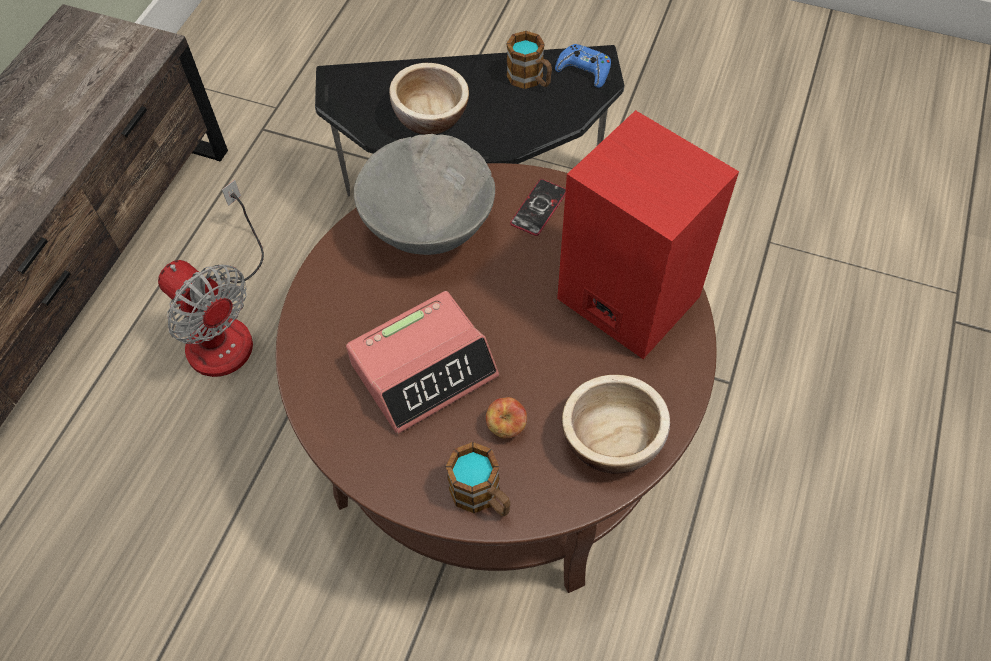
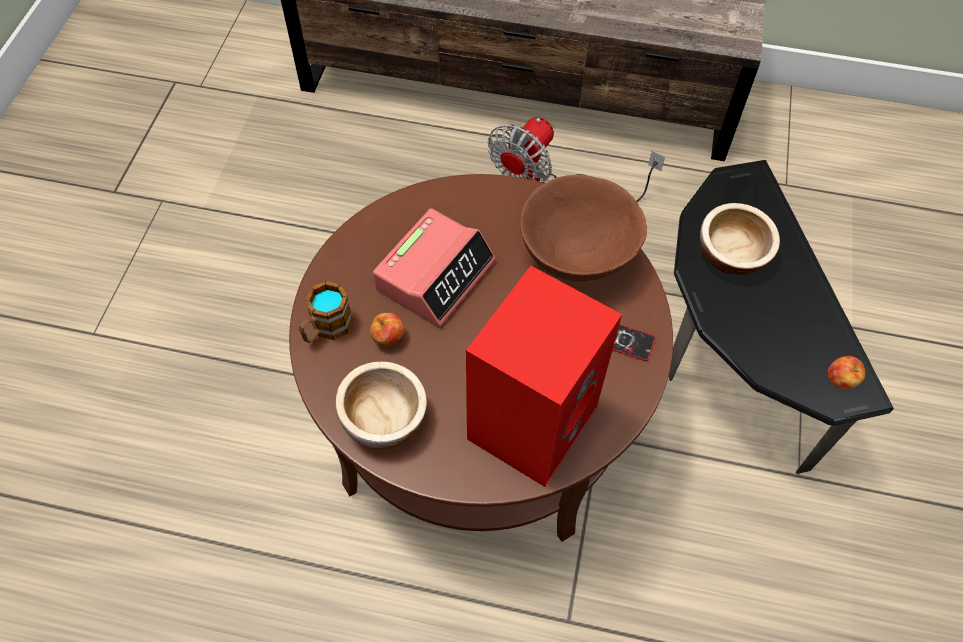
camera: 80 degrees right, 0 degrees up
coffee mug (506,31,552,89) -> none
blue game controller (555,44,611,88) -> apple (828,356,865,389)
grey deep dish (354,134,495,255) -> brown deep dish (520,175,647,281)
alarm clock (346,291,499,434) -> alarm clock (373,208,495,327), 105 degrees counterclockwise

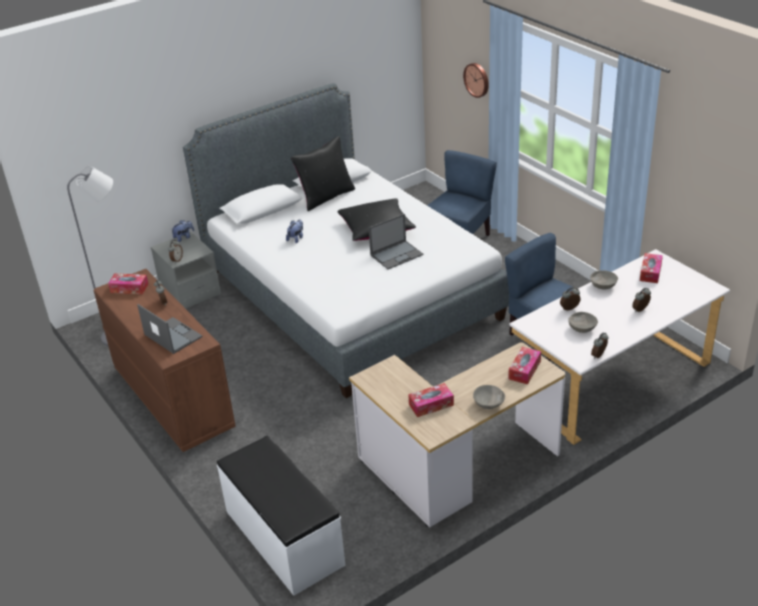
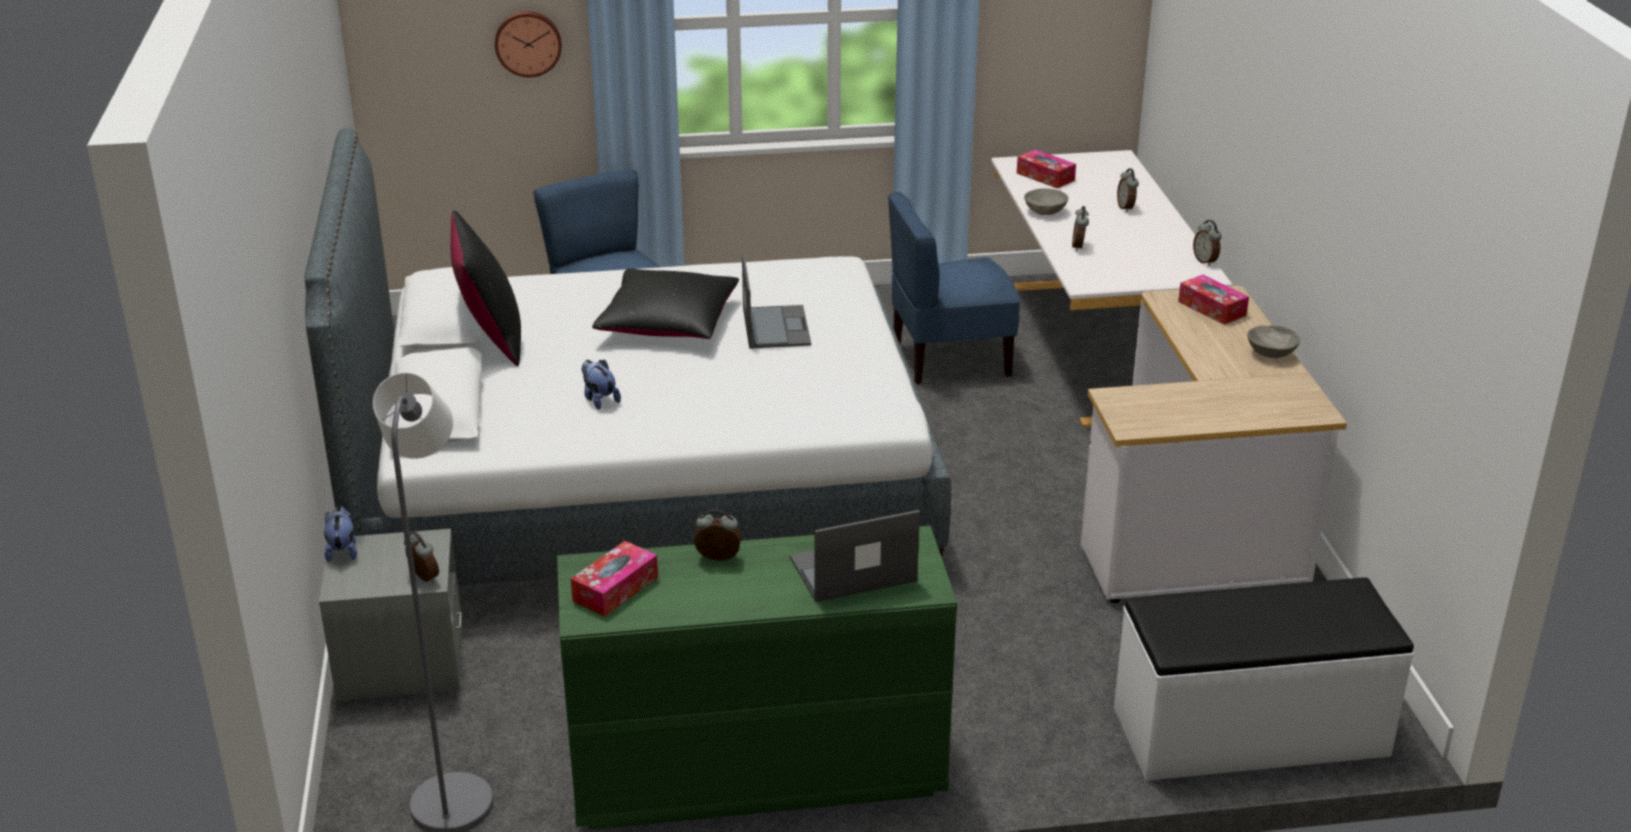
camera: 65 degrees left, 5 degrees down
tissue holder (408,383,454,417) -> none
grey deep dish (568,312,598,333) -> none
brown chest of drawers (93,269,236,452) -> greenish chest of drawers (557,526,957,830)

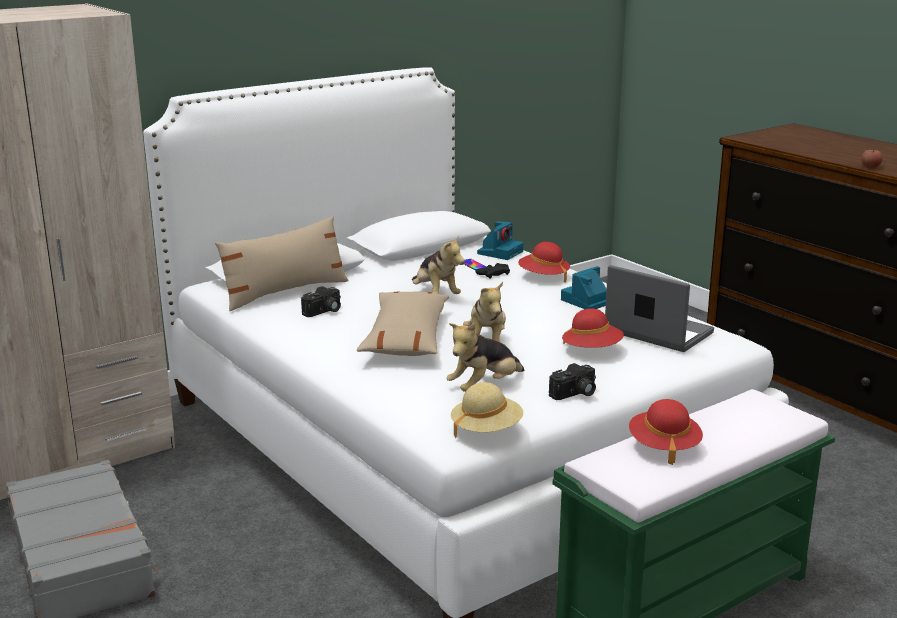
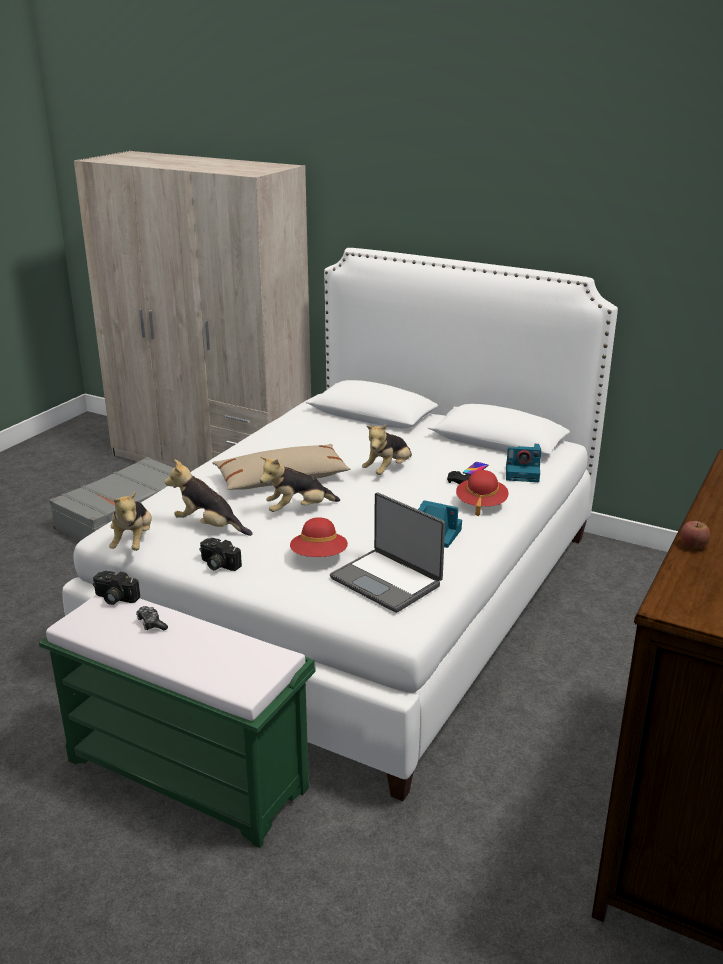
camera: 65 degrees right, 5 degrees up
sand-coloured throw pillow (215,216,349,311) -> none
photo camera (301,286,341,317) -> photo camera (93,571,140,605), moved
sand-coloured clothing hat (451,382,523,438) -> plush toy (109,491,152,551)
reddish clothing hat (629,399,703,465) -> game controller (136,606,168,630)
portable computer (605,265,714,352) -> portable computer (330,493,445,613), 120 degrees clockwise

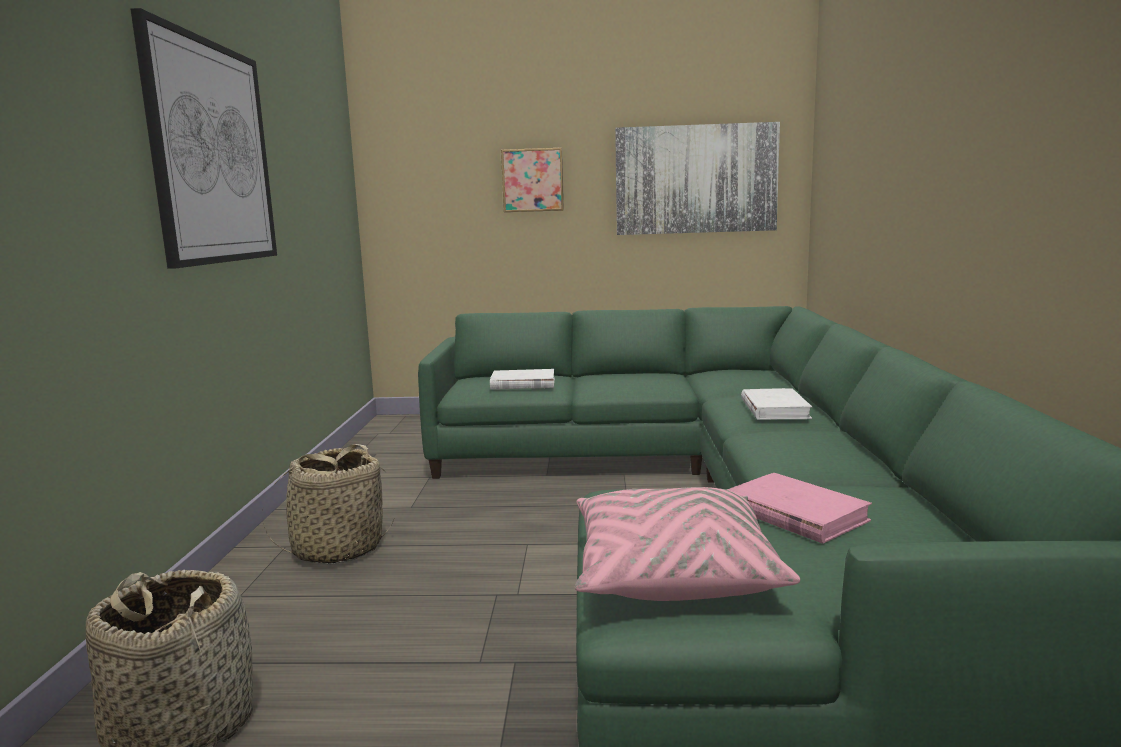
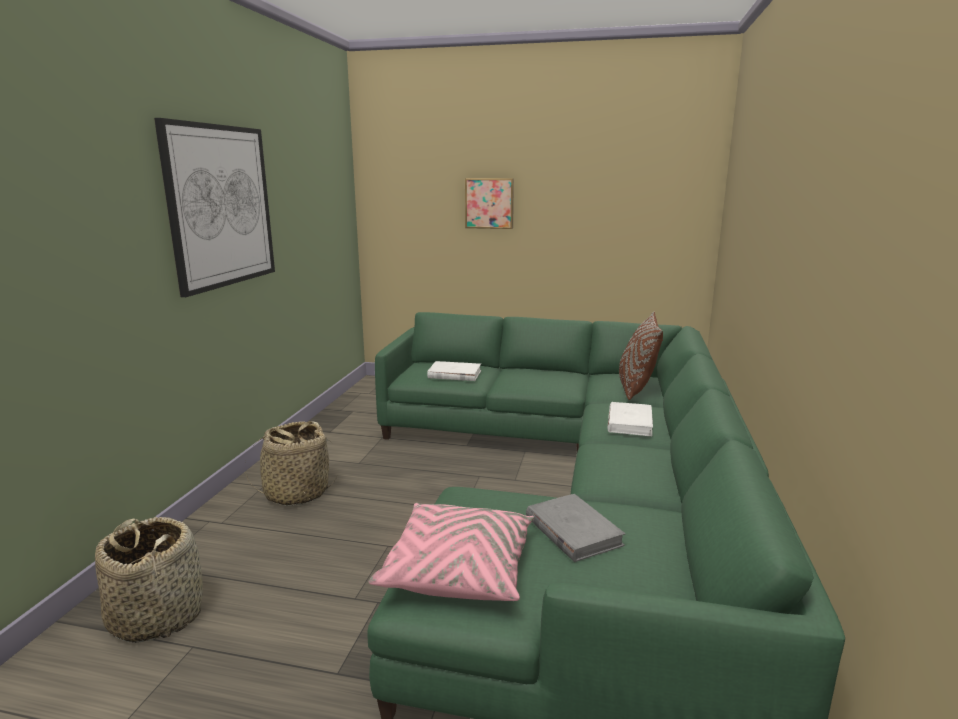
camera: 10 degrees right, 5 degrees up
wall picture (615,122,780,235) -> none
none -> brown throw pillow (619,312,663,400)
pink bound book (727,473,872,544) -> grey bound book (526,494,626,562)

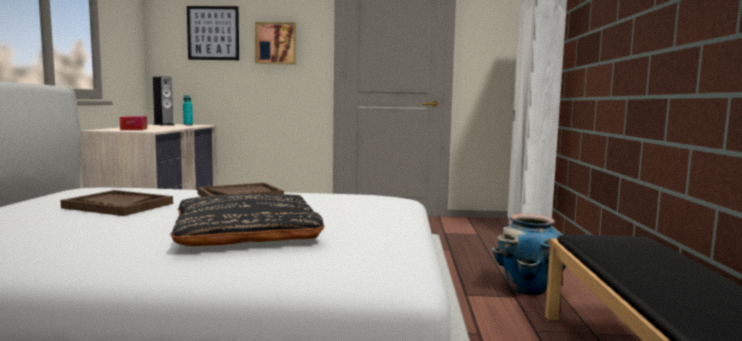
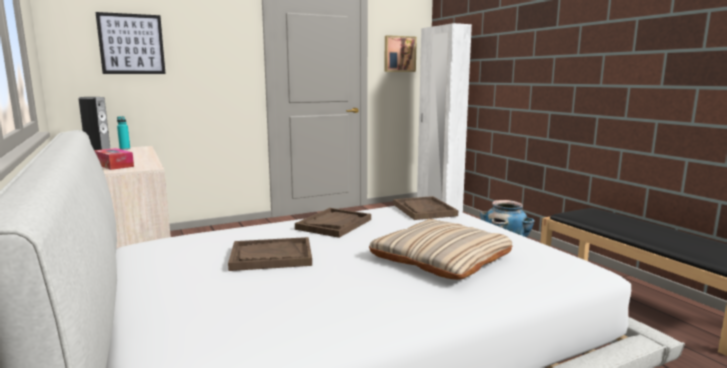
camera: 30 degrees left, 5 degrees up
none -> brown serving tray (393,196,458,220)
wall picture (255,22,296,64) -> wall picture (384,35,417,72), moved
black-coloured throw pillow (170,194,324,246) -> sand-coloured throw pillow (369,219,512,280)

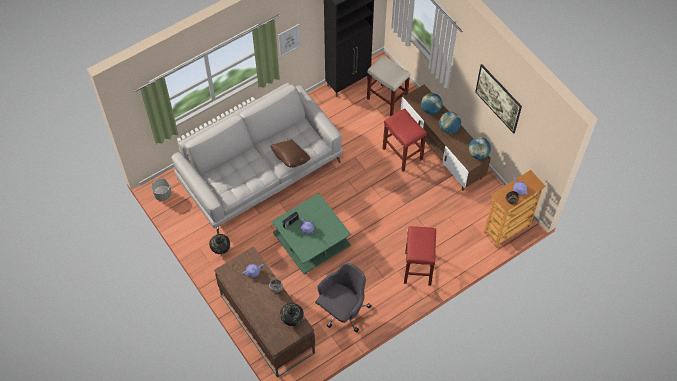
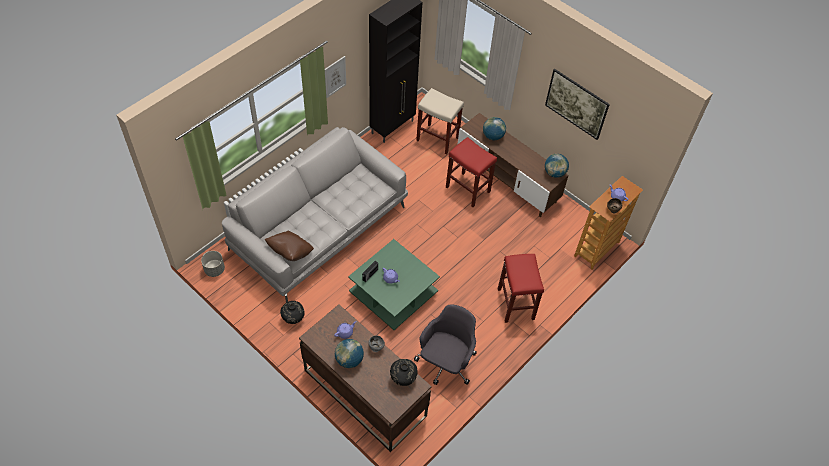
camera: 15 degrees left, 5 degrees down
brown throw pillow (270,140,311,167) -> brown throw pillow (265,231,314,261), moved
world globe (439,112,461,134) -> world globe (335,339,364,368), moved

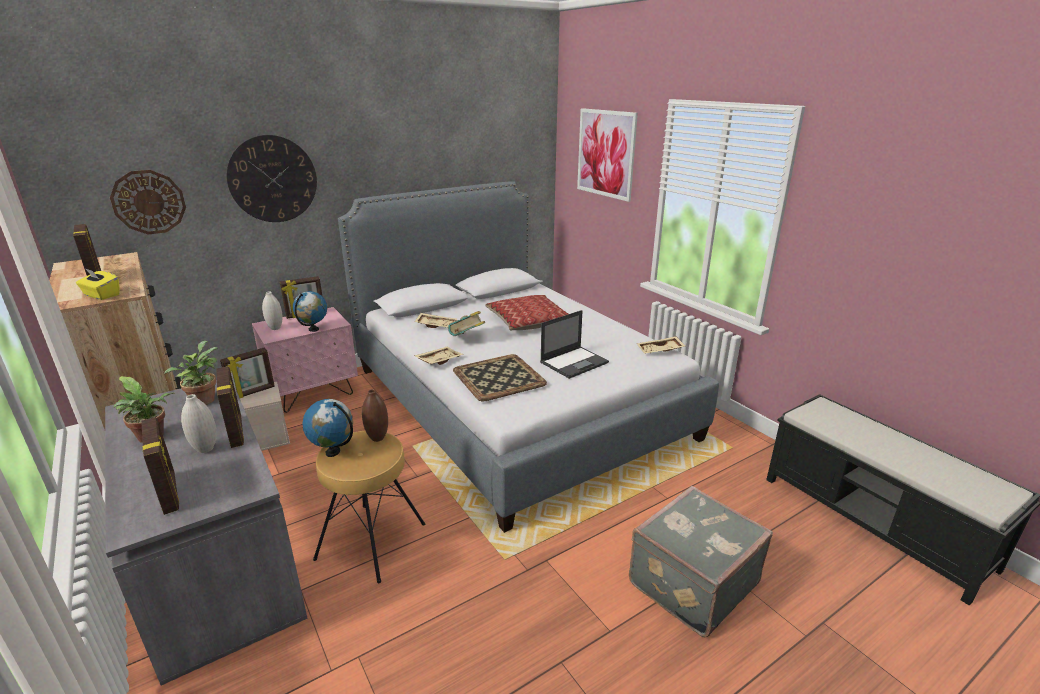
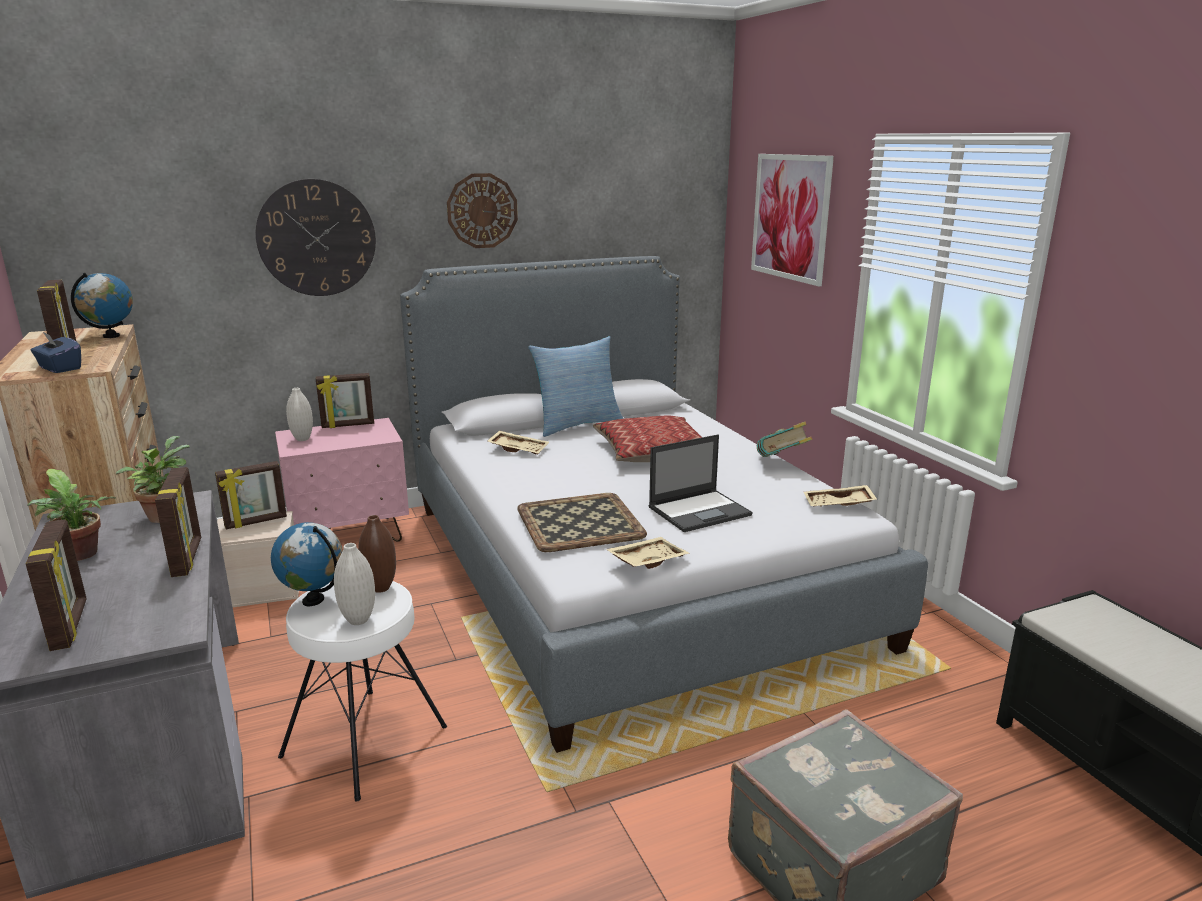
camera: 10 degrees right, 5 degrees down
none -> throw pillow (528,336,624,437)
hanging clock (110,170,186,235) -> hanging clock (447,173,518,248), moved
white vase (181,394,217,453) -> white vase (334,543,375,625), moved
world globe (293,291,327,332) -> world globe (71,273,133,338), moved
sand-coloured serving tray (414,347,464,365) -> sand-coloured serving tray (606,537,690,569), moved
bound book (448,311,485,336) -> bound book (757,422,812,457), moved
yellow tissue holder (76,268,120,300) -> blue tissue holder (30,331,81,373)
brown stool (313,431,425,583) -> white stool (278,581,447,802)

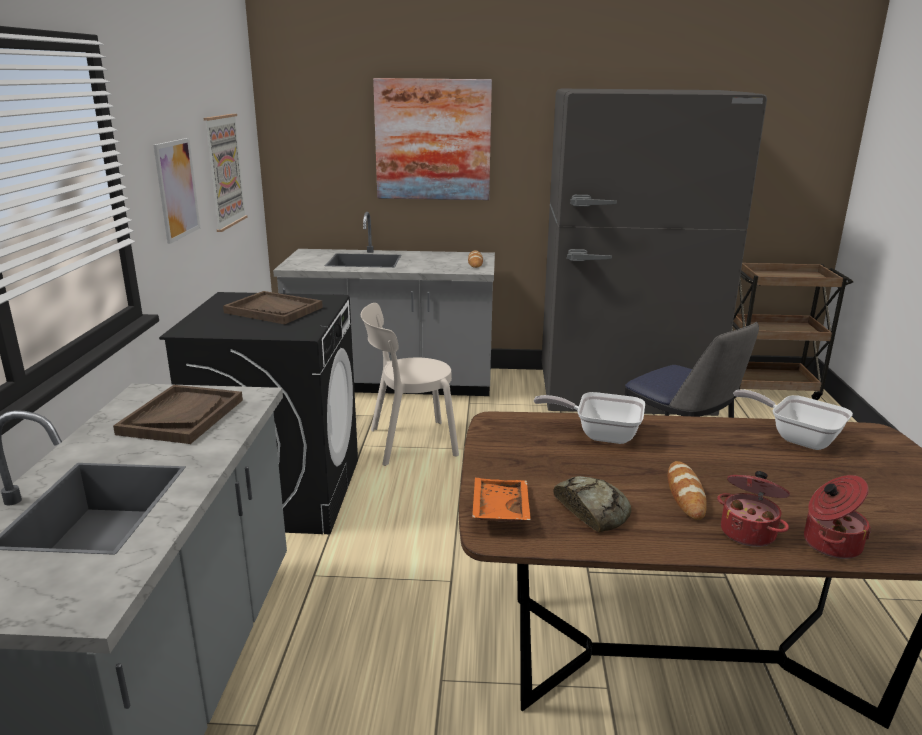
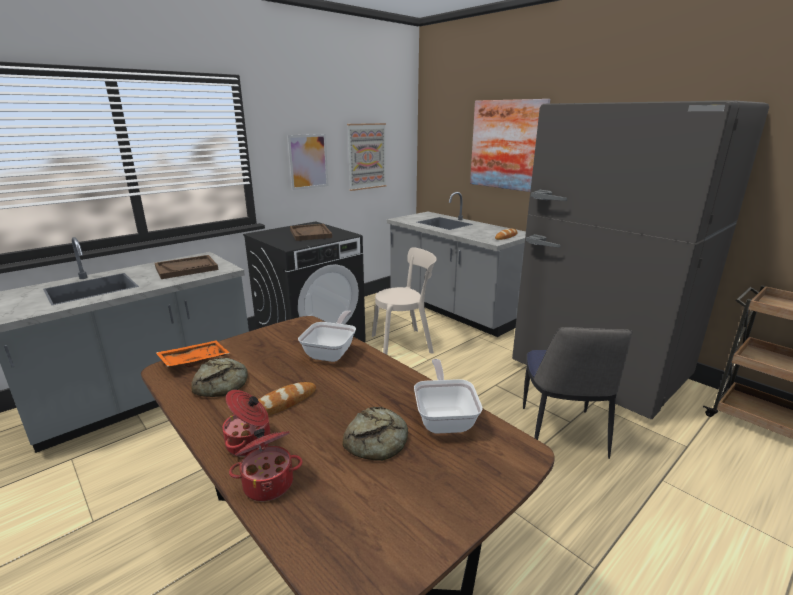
camera: 45 degrees right, 0 degrees up
none -> baked bread (343,407,408,461)
sand-coloured upright chair (361,303,459,466) -> sand-coloured upright chair (372,247,437,355), 135 degrees clockwise
skillet (534,392,645,444) -> skillet (298,310,356,362), 45 degrees clockwise

